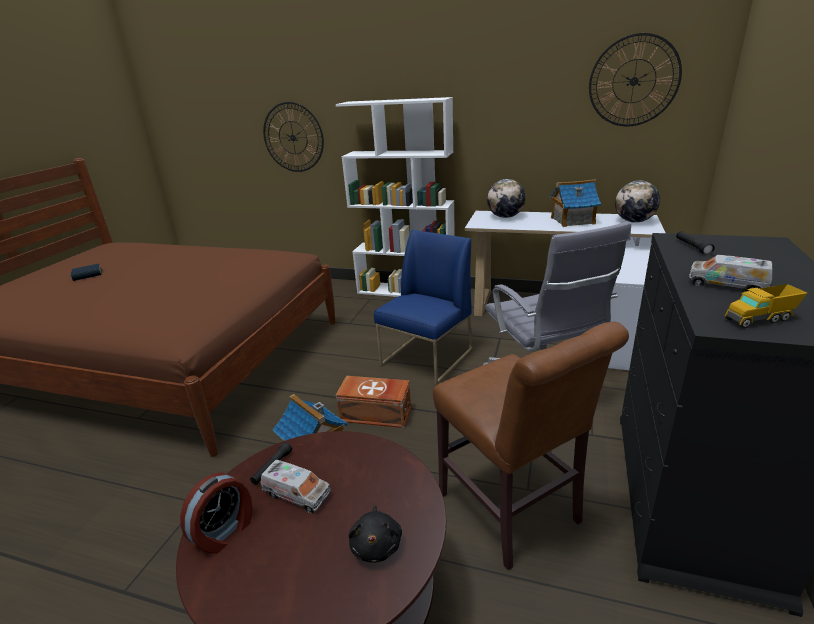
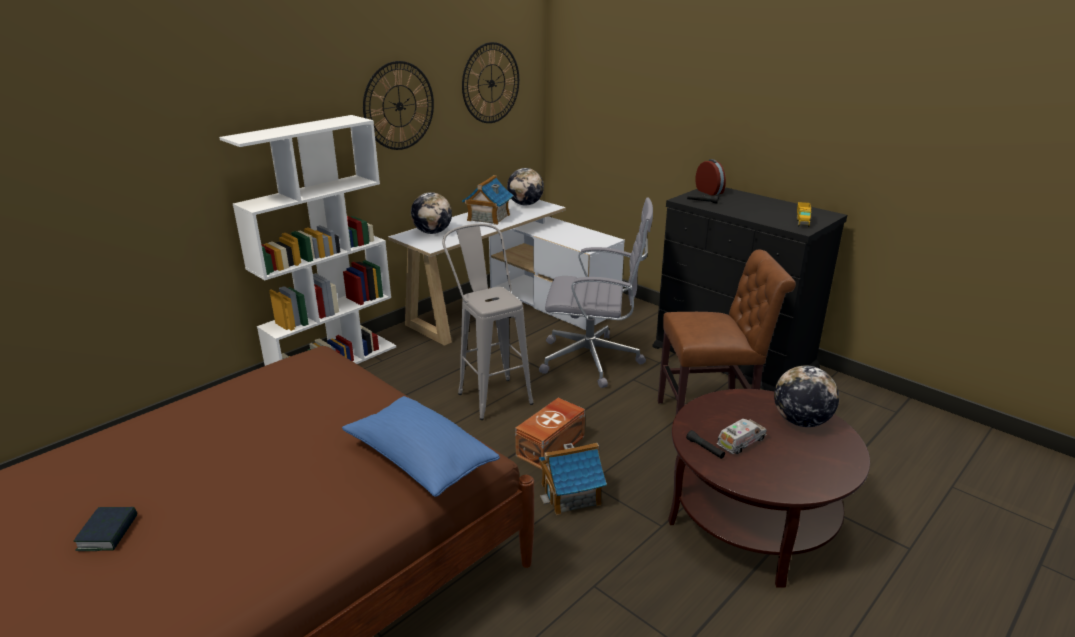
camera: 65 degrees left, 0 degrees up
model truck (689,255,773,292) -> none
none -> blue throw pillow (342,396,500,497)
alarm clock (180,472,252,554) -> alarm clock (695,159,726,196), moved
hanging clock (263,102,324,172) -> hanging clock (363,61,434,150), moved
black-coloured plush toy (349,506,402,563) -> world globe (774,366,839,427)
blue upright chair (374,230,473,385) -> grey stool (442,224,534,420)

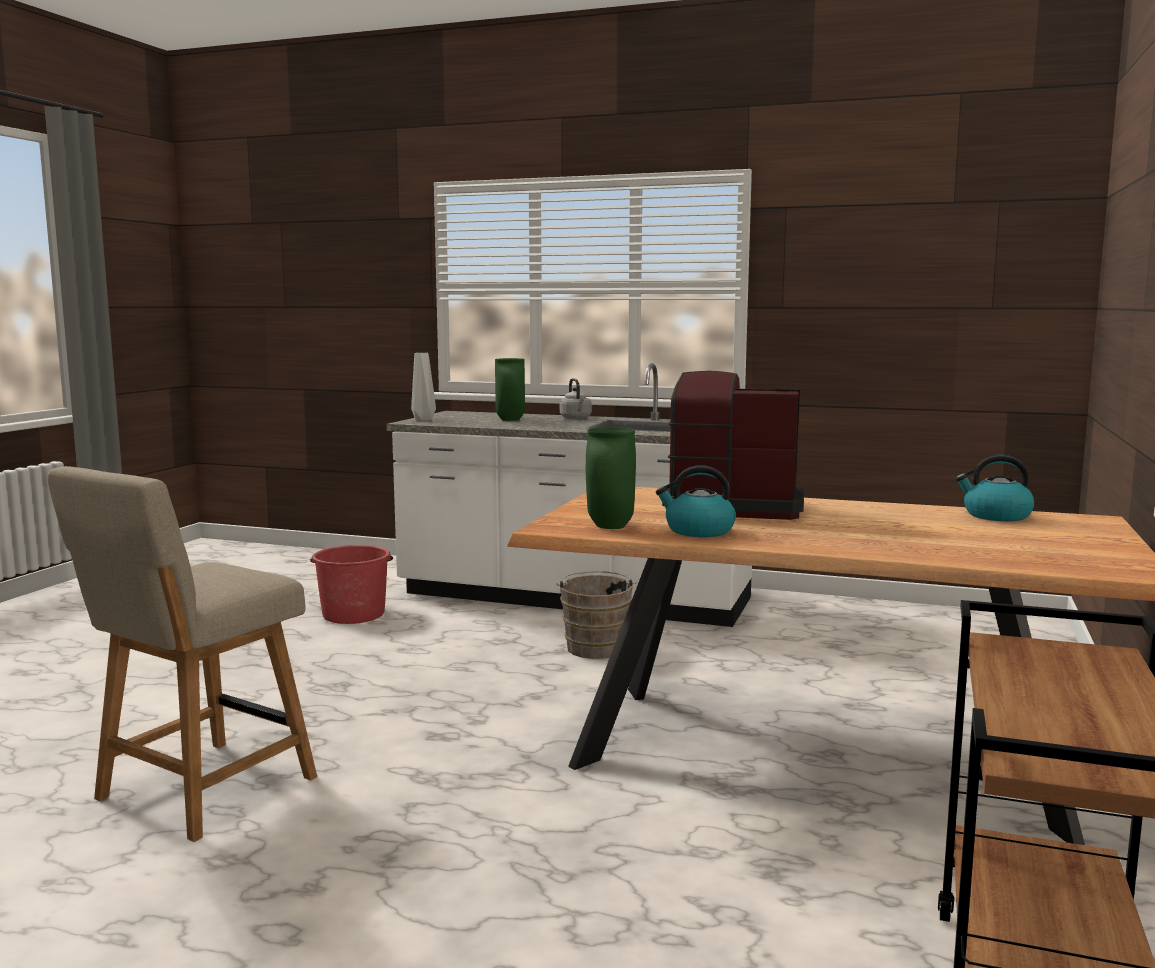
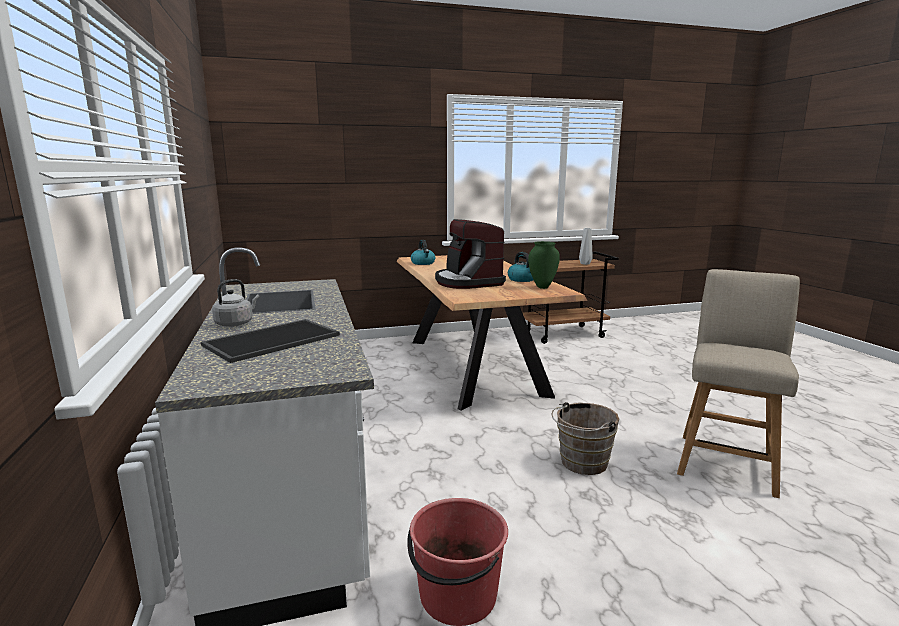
camera: 125 degrees left, 5 degrees up
grey vase (411,353,436,421) -> grey vase (579,228,593,265), moved
brown pail (556,571,637,659) -> brown pail (552,402,619,475), moved
greenish vase (495,358,525,421) -> serving tray (201,319,340,363)
sand-coloured upright chair (48,466,317,842) -> sand-coloured upright chair (677,269,800,498), 60 degrees counterclockwise

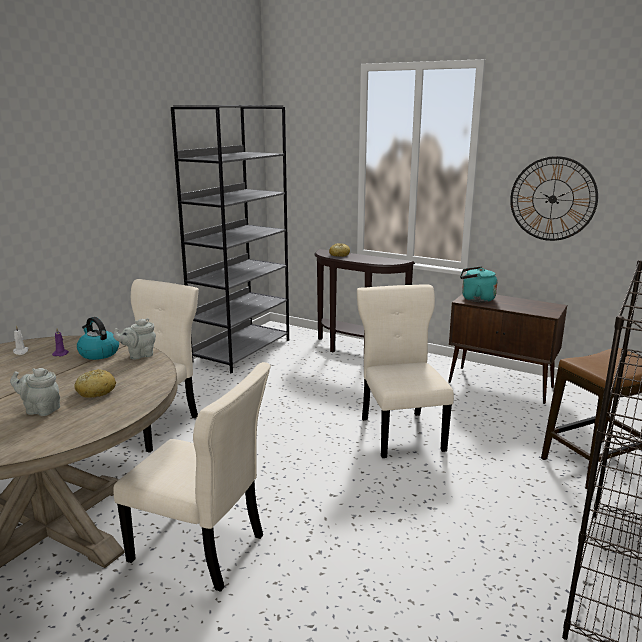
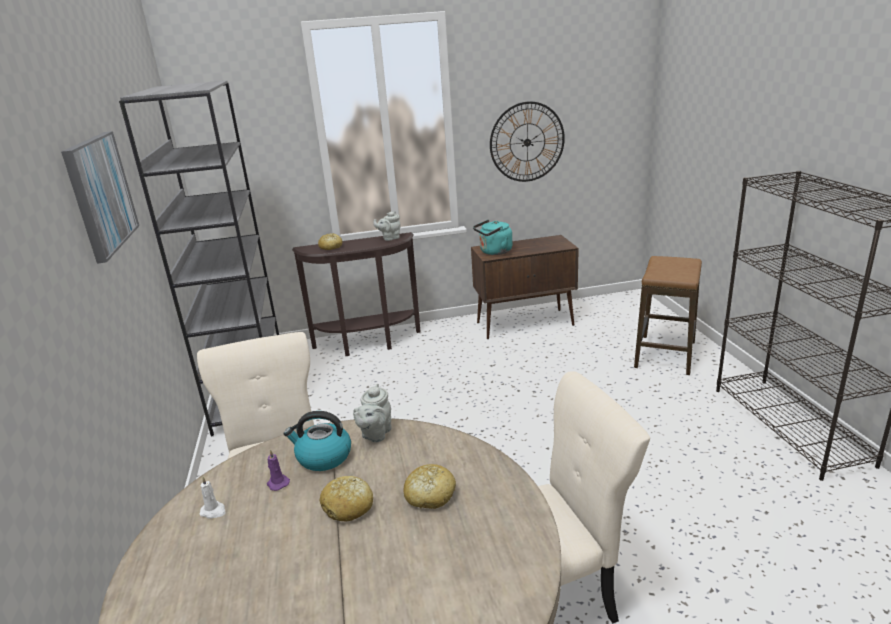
camera: 40 degrees left, 5 degrees up
sand-coloured upright chair (357,284,454,458) -> none
none -> wall picture (61,131,139,264)
none -> baked bread (319,476,373,521)
grey teapot (10,368,60,416) -> grey teapot (373,211,401,241), moved

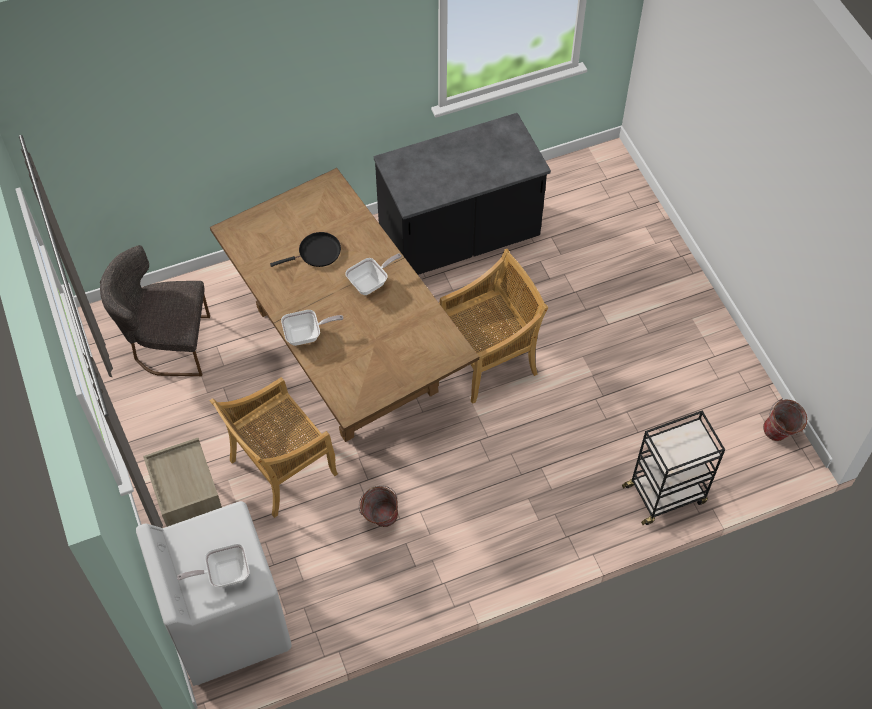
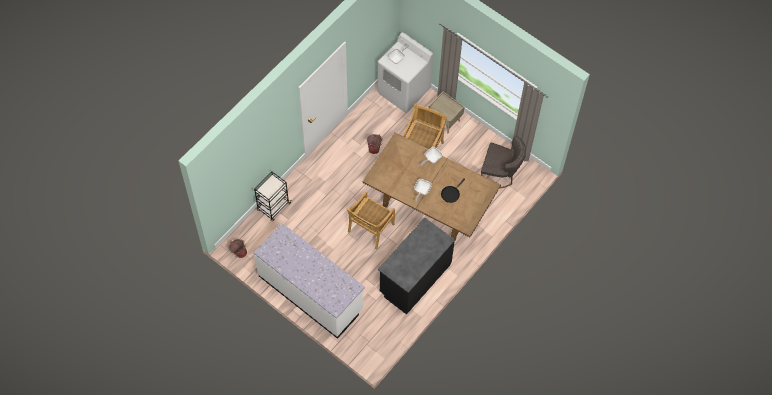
camera: 150 degrees right, 5 degrees up
none -> white kitchen base unit (254,223,365,339)
grey upright chair (100,245,210,376) -> grey upright chair (481,136,526,188), 45 degrees clockwise

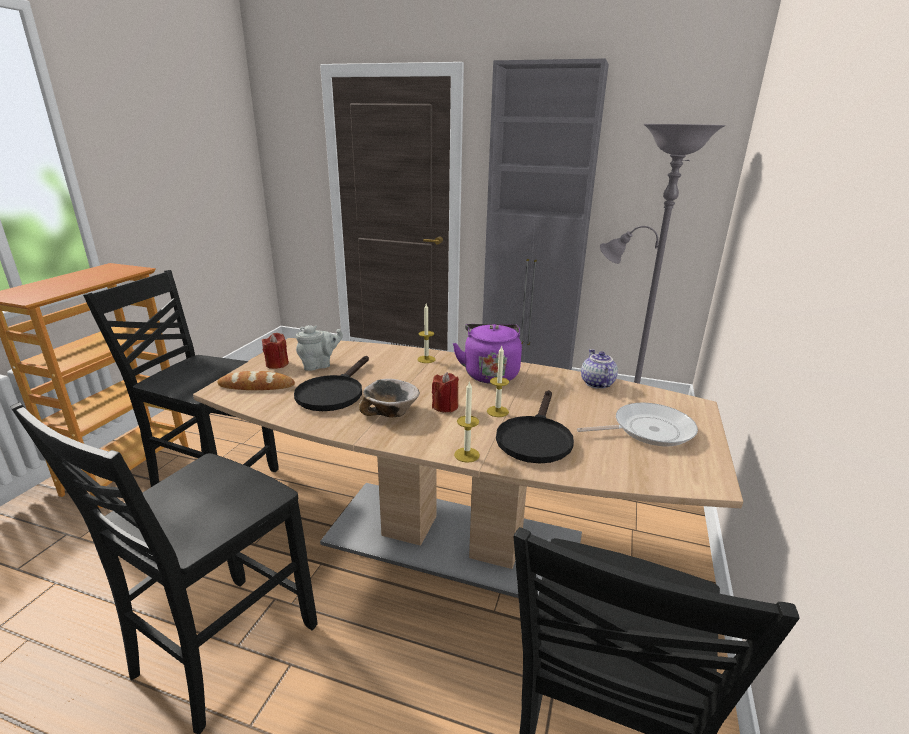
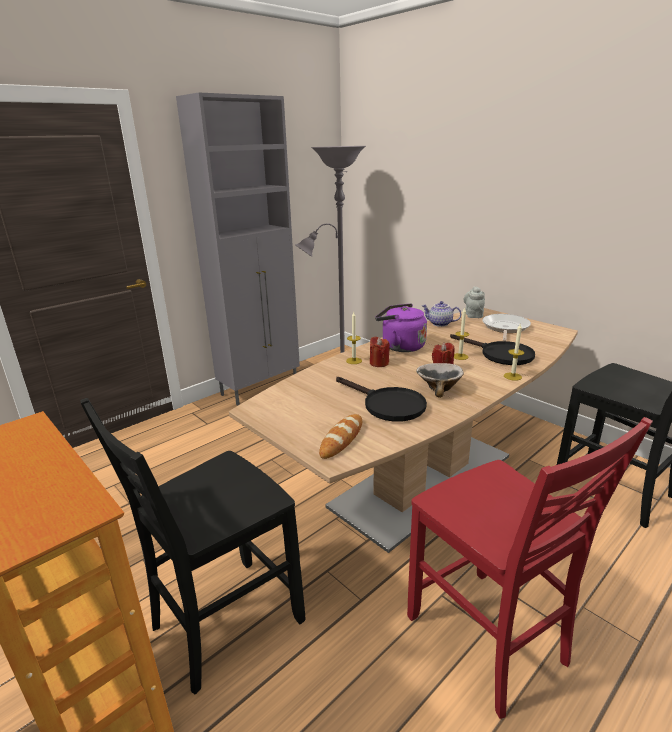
camera: 60 degrees left, 0 degrees up
reddish candle (262,333,289,369) -> reddish candle (370,337,390,367), moved
grey teapot (296,325,343,371) -> grey teapot (464,287,485,318), moved
black-coloured upright chair (10,402,317,734) -> reddish upright chair (407,417,653,719)

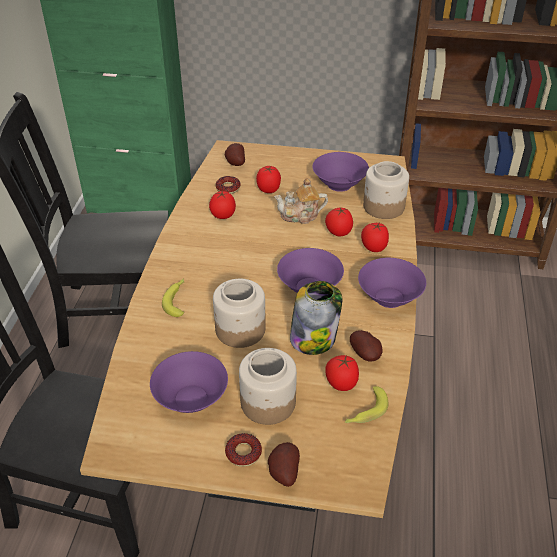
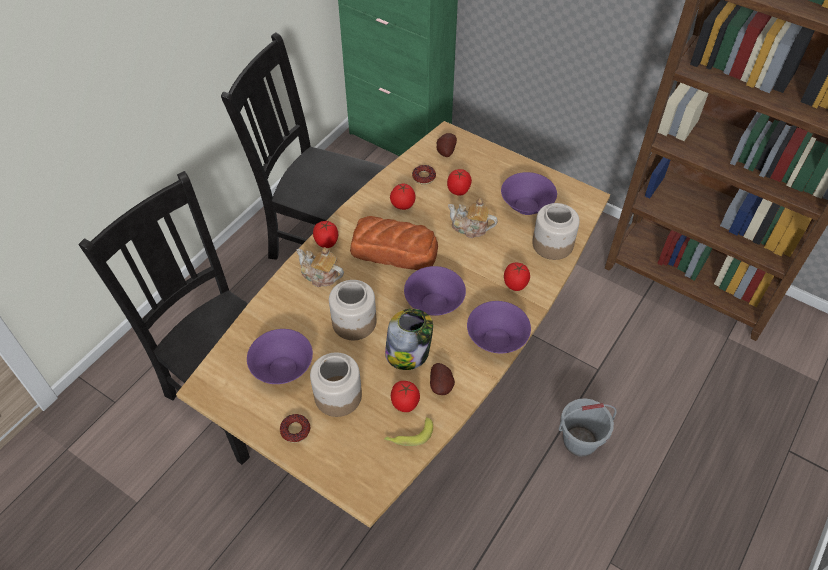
camera: 25 degrees right, 10 degrees up
spud (268,442,300,487) -> none
none -> baked bread (350,216,438,270)
none -> grey pail (558,399,617,457)
whole tomato (325,207,353,236) -> whole tomato (313,221,338,248), moved
banana fruit (162,279,184,317) -> teapot (296,247,344,287)

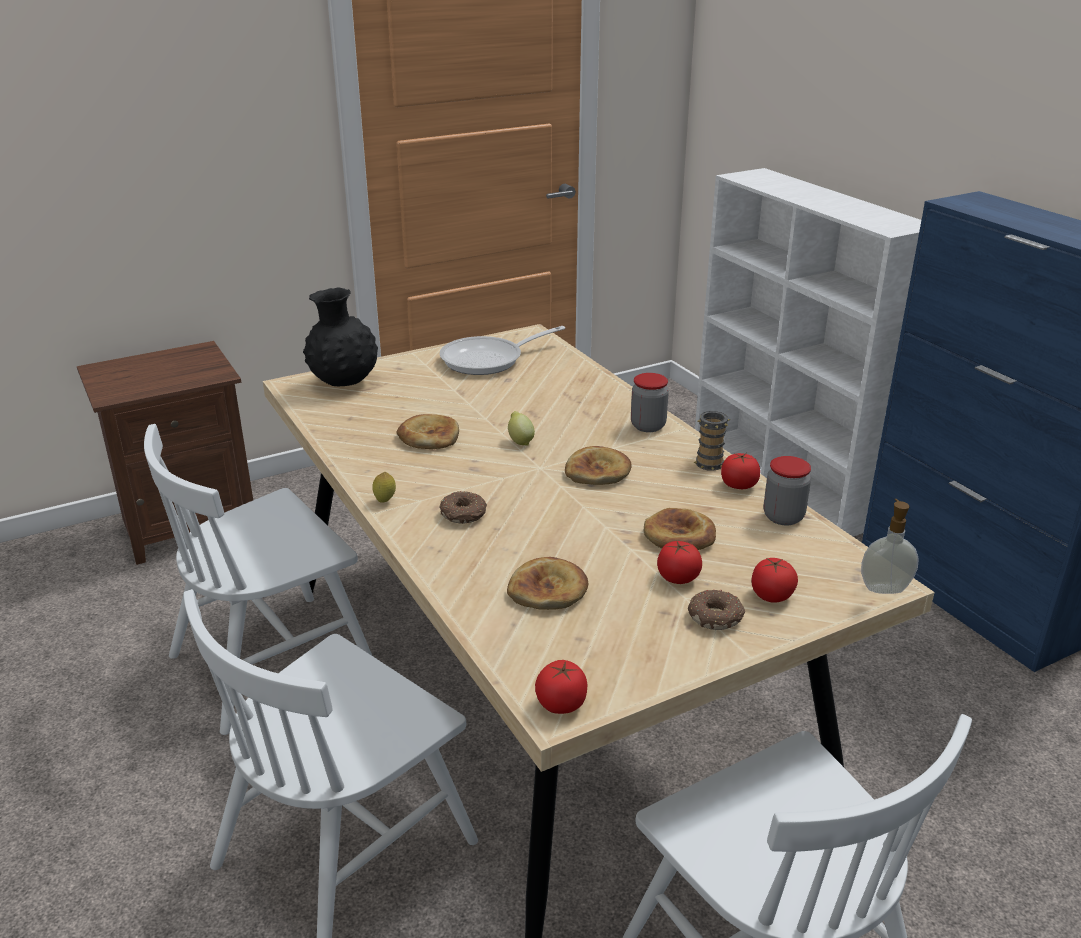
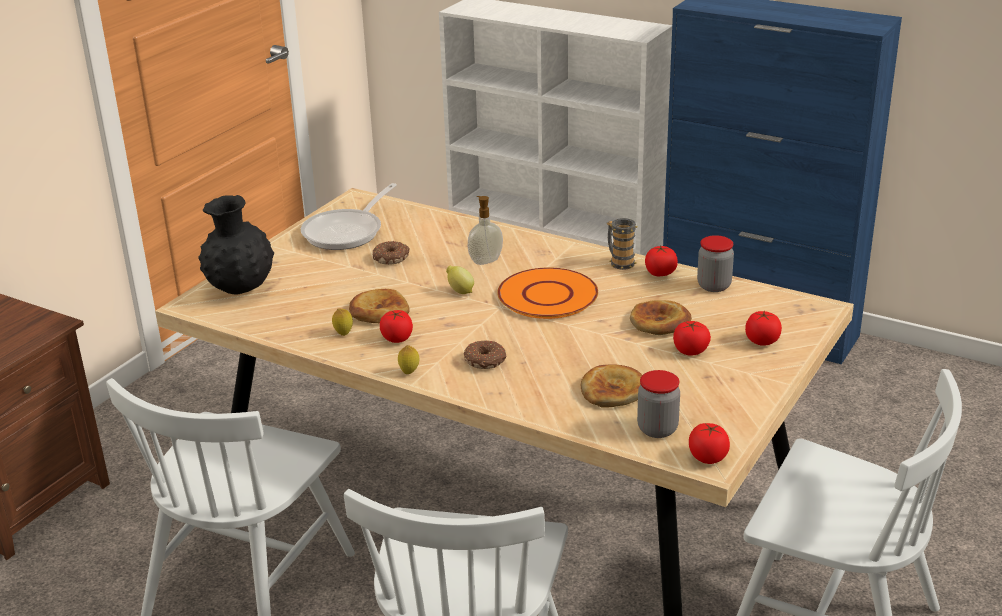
camera: 30 degrees left, 0 degrees up
none -> citrus fruit (332,308,353,336)
none -> whole tomato (380,310,413,343)
storage jar (631,373,669,432) -> storage jar (637,370,680,438), moved
ring doughnut (688,589,745,630) -> ring doughnut (373,241,409,265), moved
liquid soap bottle (861,499,919,594) -> liquid soap bottle (467,196,503,265), moved
baked bread (565,446,631,485) -> orange flat dish (497,268,598,319)

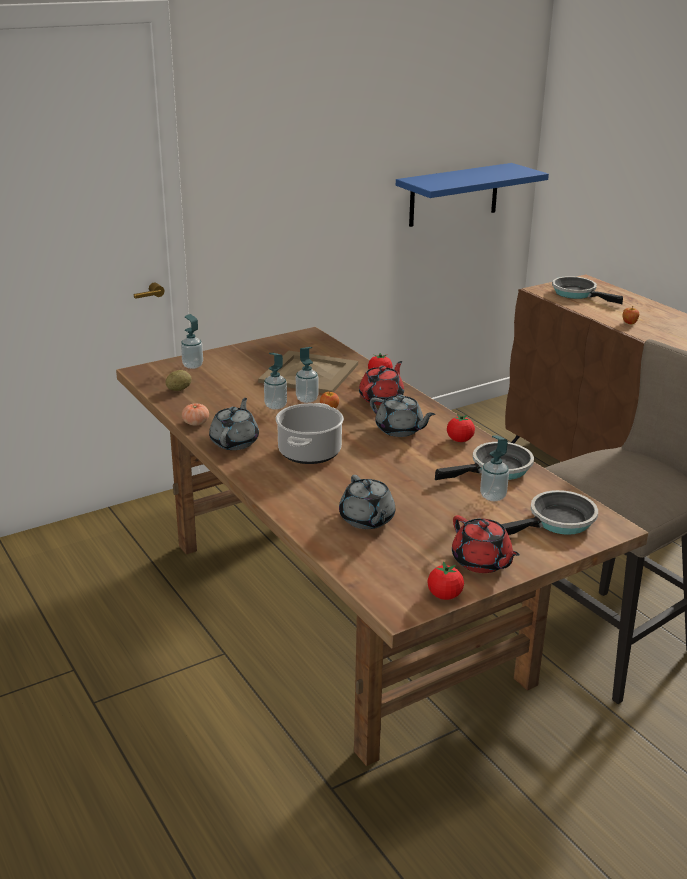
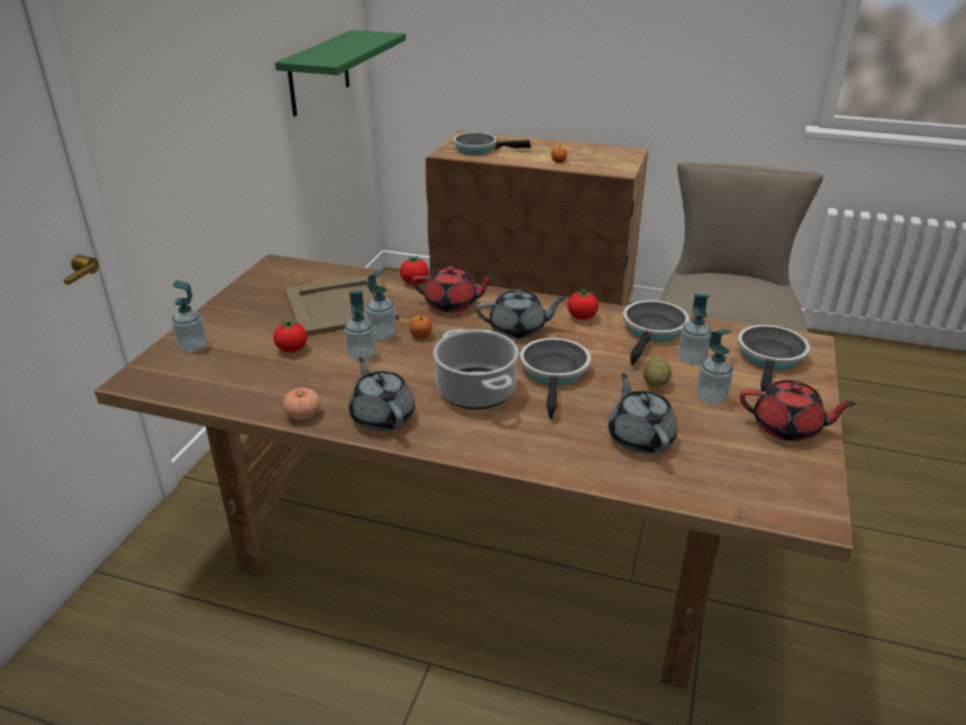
camera: 40 degrees left, 5 degrees up
none -> skillet (520,338,591,419)
none -> liquid soap bottle (696,329,733,405)
spud (165,370,192,391) -> spud (643,356,672,387), moved
whole tomato (428,561,464,600) -> whole tomato (273,319,307,352), moved
blue bracket shelf (396,163,549,227) -> greenish bracket shelf (275,30,406,117)
grey teapot (339,475,395,529) -> grey teapot (608,373,677,454), 135 degrees counterclockwise
reddish teapot (359,361,404,405) -> reddish teapot (411,266,495,313), 105 degrees clockwise

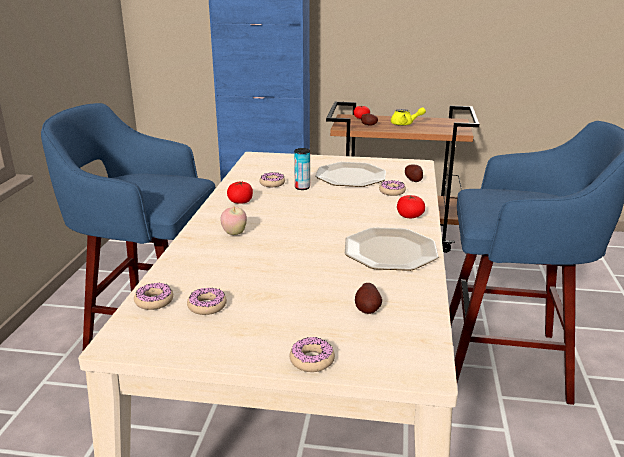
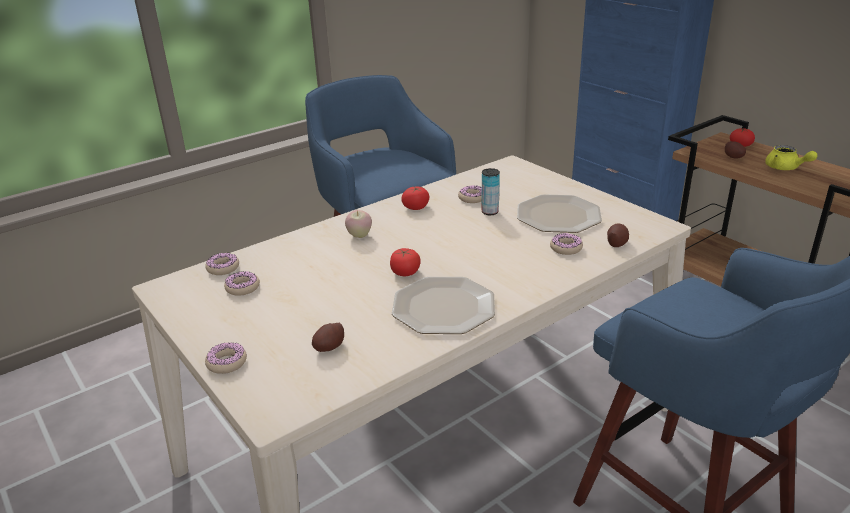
camera: 45 degrees right, 5 degrees up
whole tomato (397,195,425,218) -> whole tomato (390,248,421,276), moved

